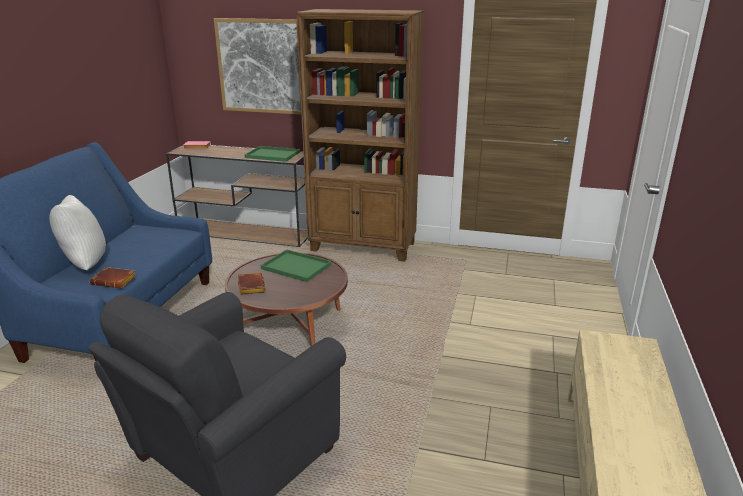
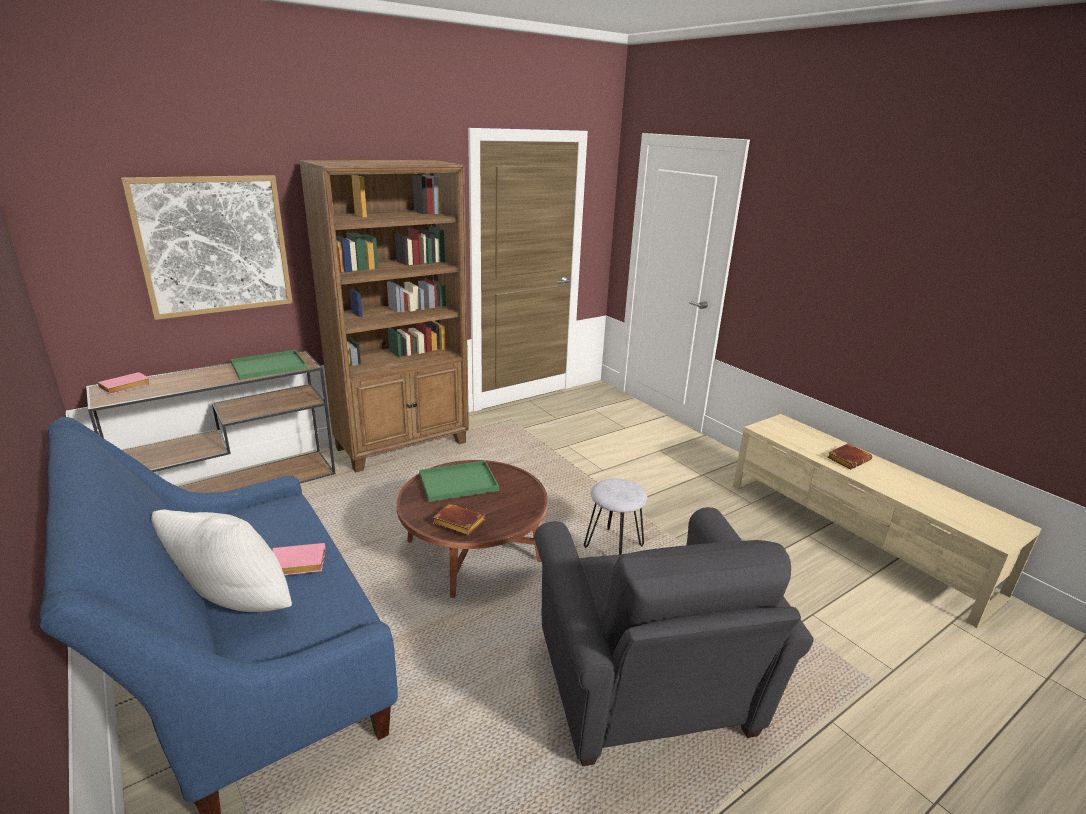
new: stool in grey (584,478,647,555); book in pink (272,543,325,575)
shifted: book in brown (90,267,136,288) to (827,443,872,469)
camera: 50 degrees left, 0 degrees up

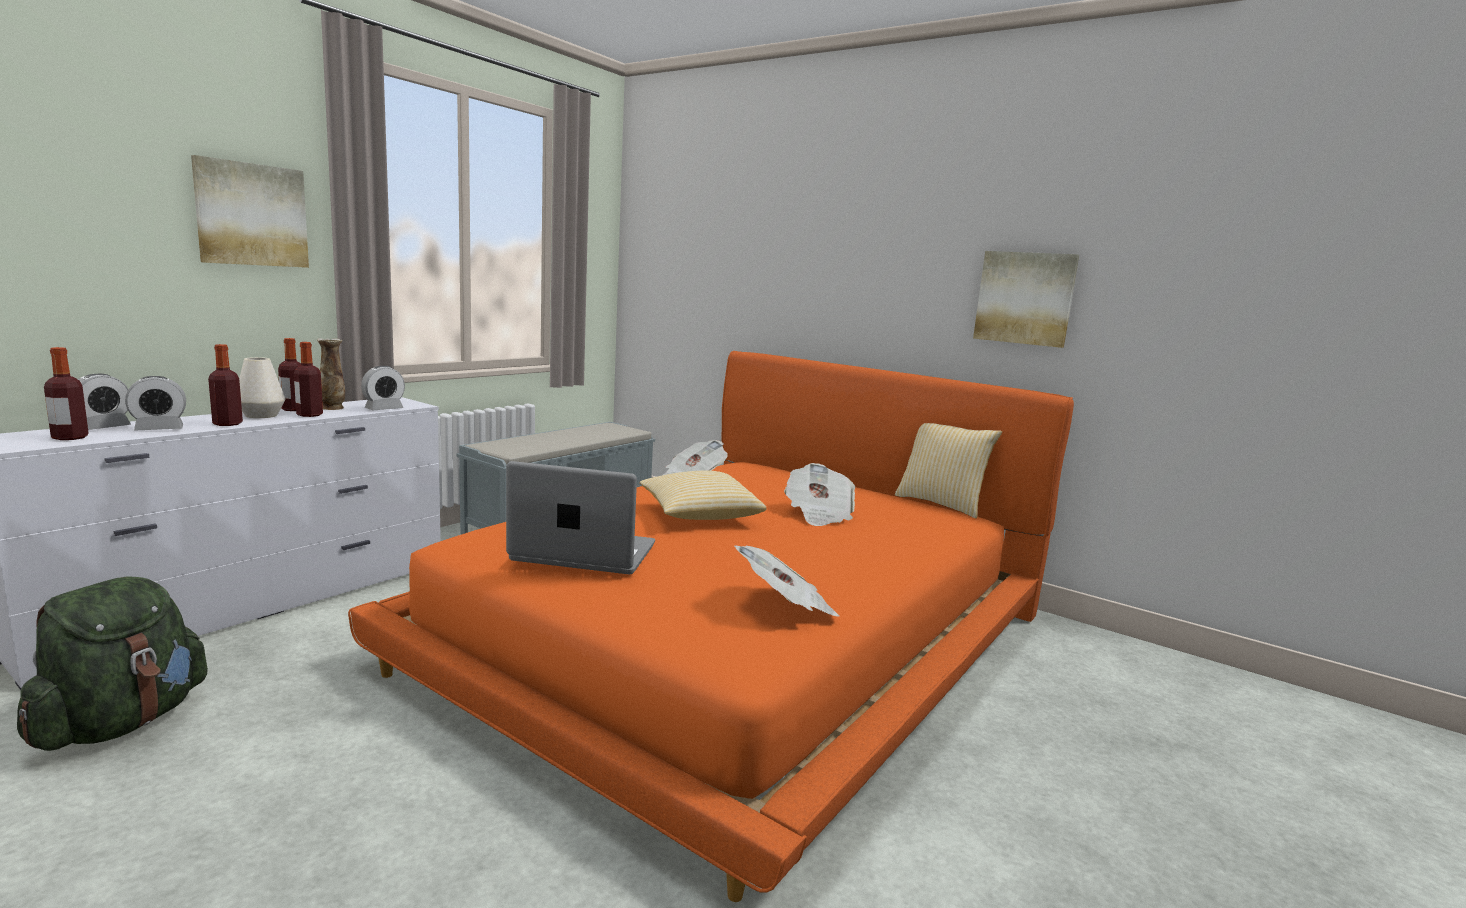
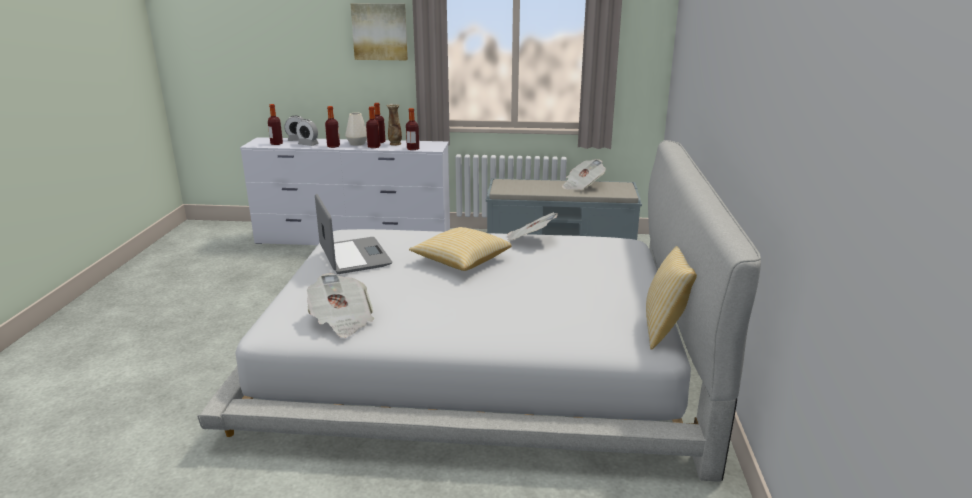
gone: picture (973,251,1079,348); backpack in green (17,576,208,751)
shifted: newspaper (784,463,855,526) to (562,159,606,190)
swapped: alarm clock (361,366,405,410) to bottle (406,108,419,150)
repainted: bed in orange (348,351,1074,902) to bed in white (197,140,761,481)
camera: 60 degrees right, 10 degrees up

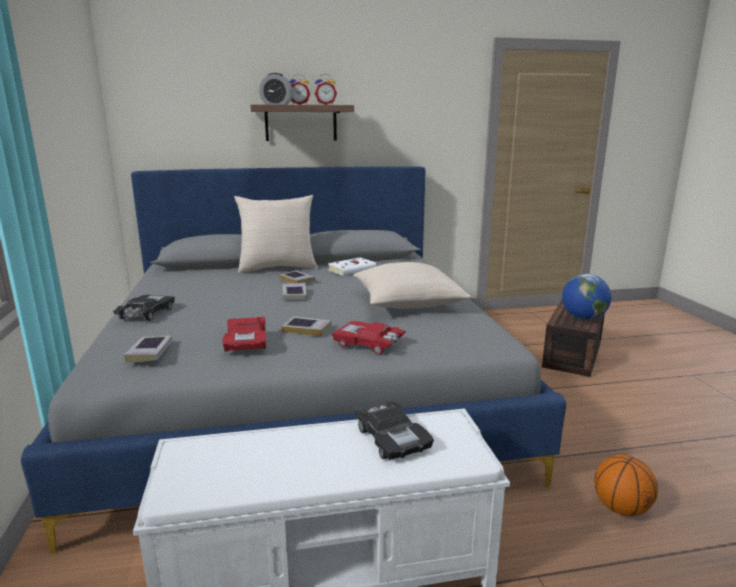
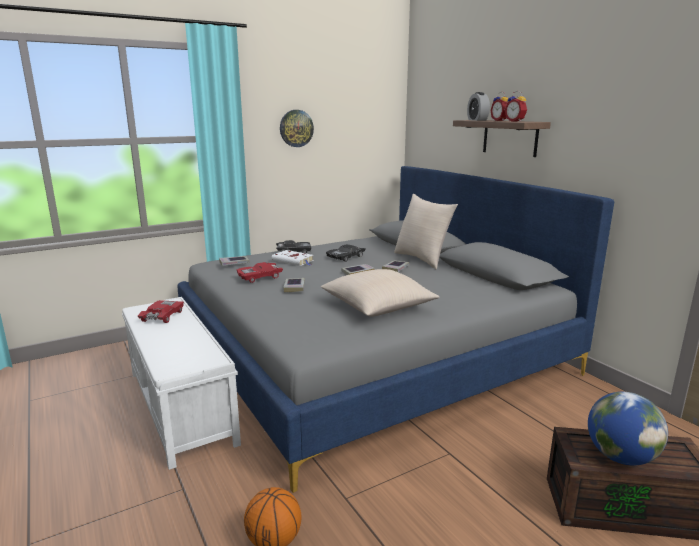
new: wall clock (280,110,314,147)
shifted: book in white (328,257,376,276) to (272,250,314,266); toy car in red (332,321,406,355) to (138,300,184,323); toy car in black (355,401,434,460) to (326,244,365,262)
camera: 70 degrees right, 0 degrees up

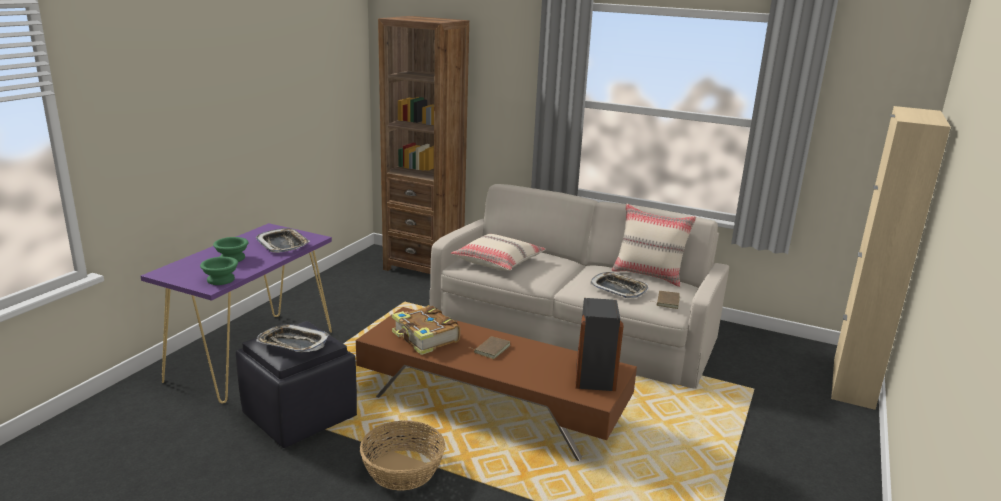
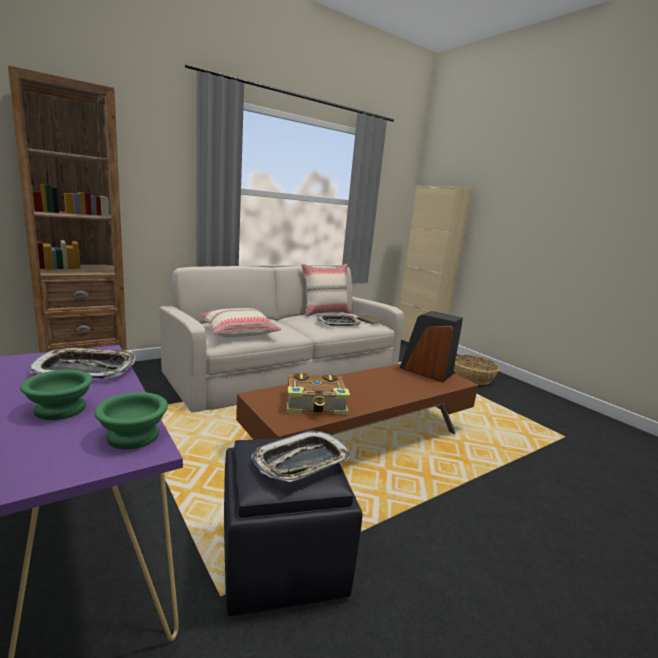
gone: book in brown (469,336,511,359)
shifted: basket (360,420,445,491) to (454,355,500,385)
camera: 60 degrees left, 5 degrees down

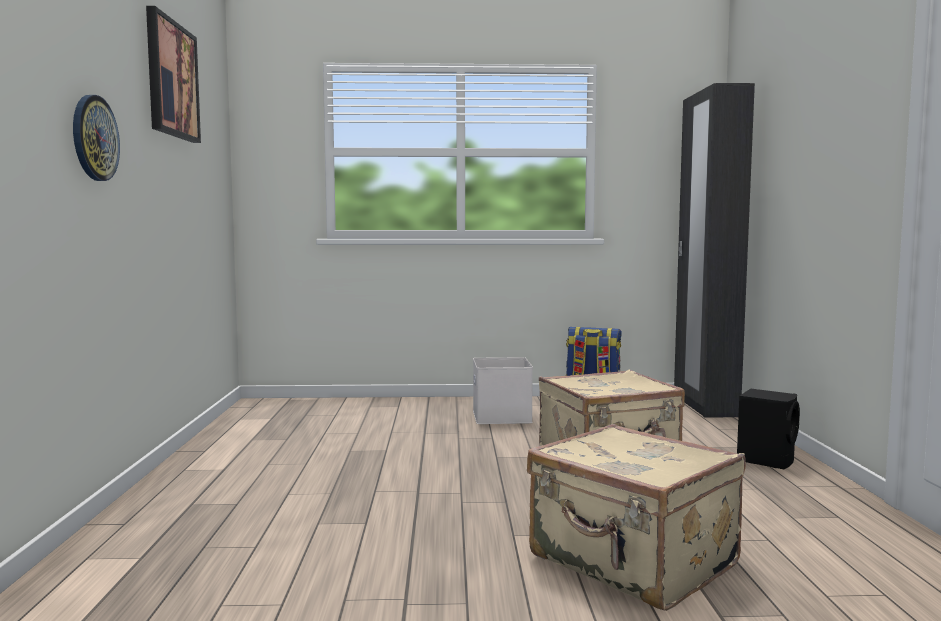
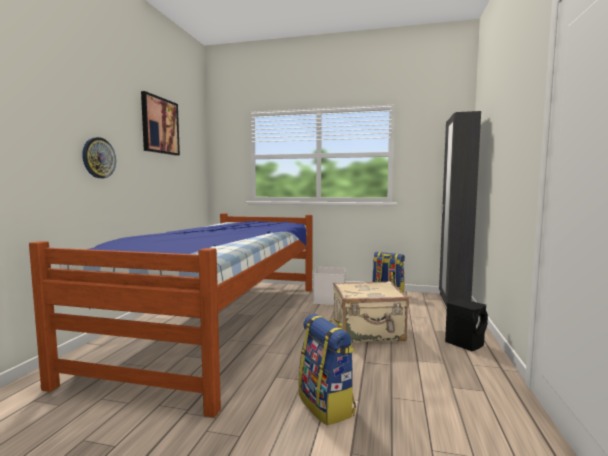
new: bed (29,213,313,418)
swapped: suitcase in beige (527,424,746,611) to backpack (299,314,356,426)
camera: 15 degrees right, 0 degrees up

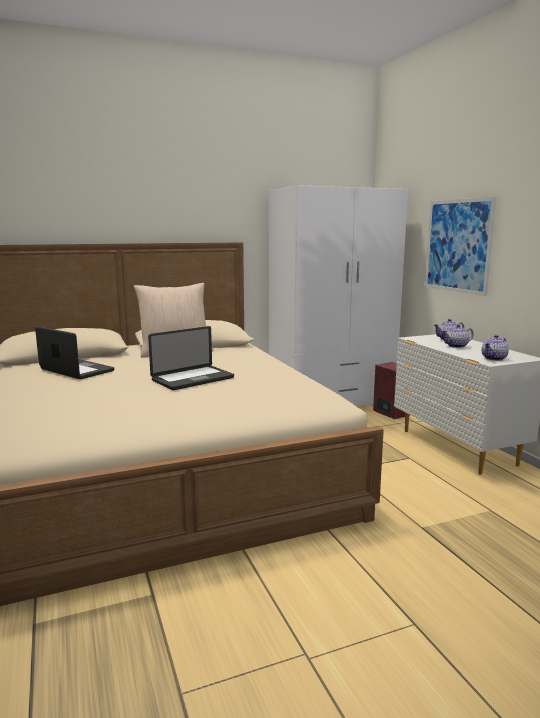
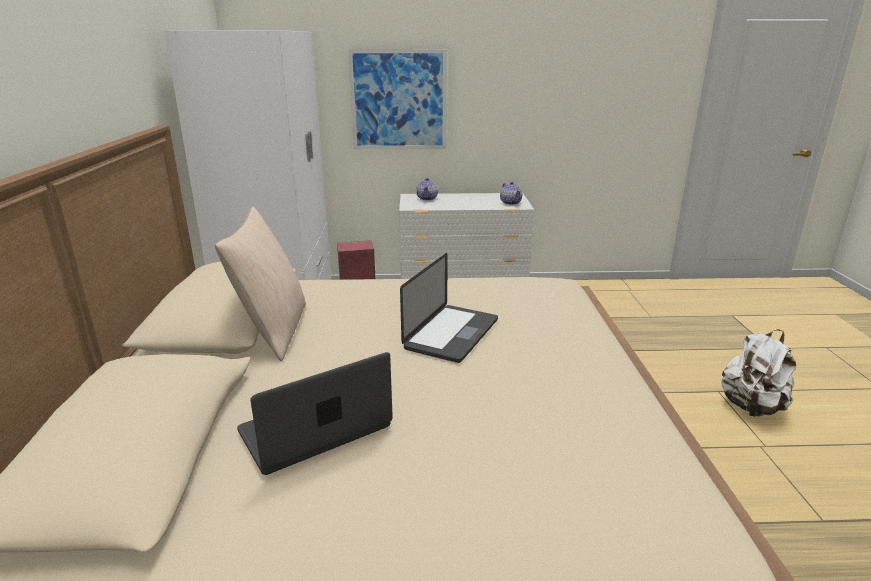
gone: teapot (442,324,474,348)
new: backpack in white (721,330,796,417)
rotated: laptop (148,326,234,390) = (400,253,498,363) 45 degrees clockwise
camera: 70 degrees left, 10 degrees up

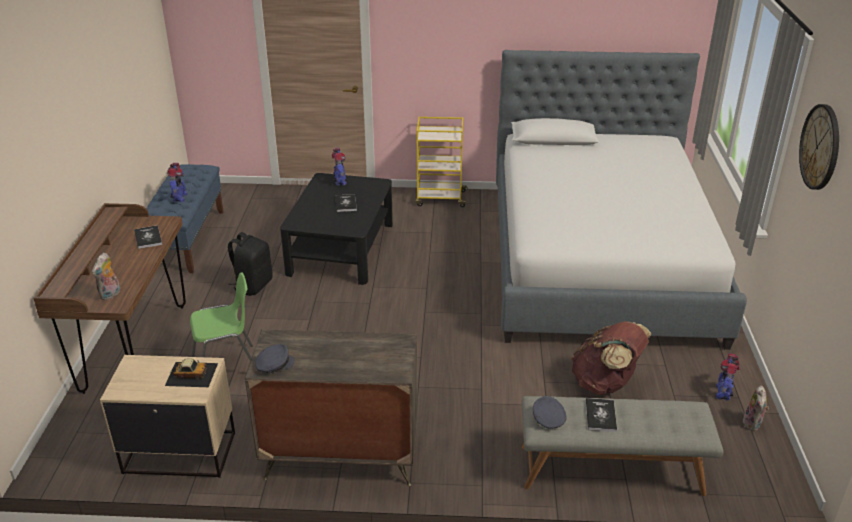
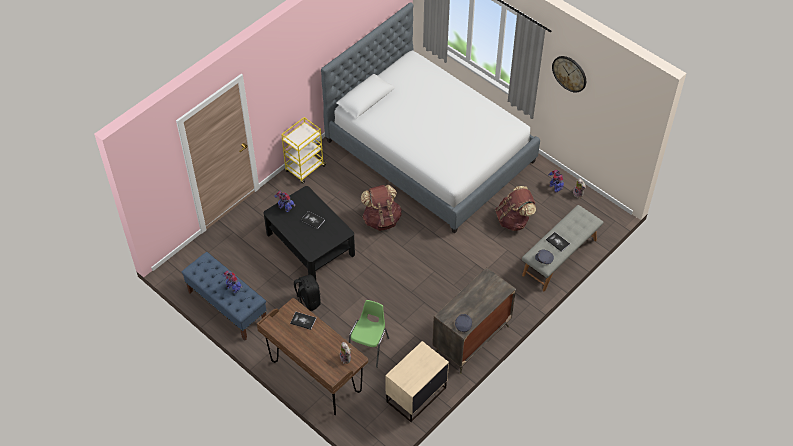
gone: toy car (165,358,218,387)
new: backpack in brown (361,185,402,231)
camera: 50 degrees left, 20 degrees up

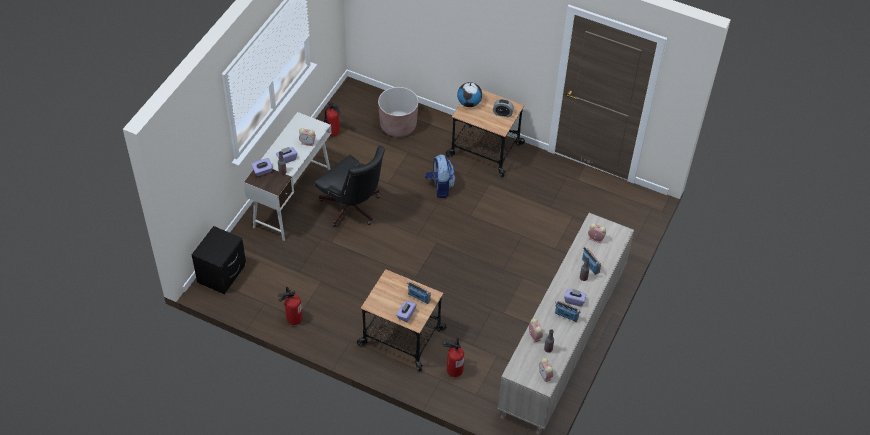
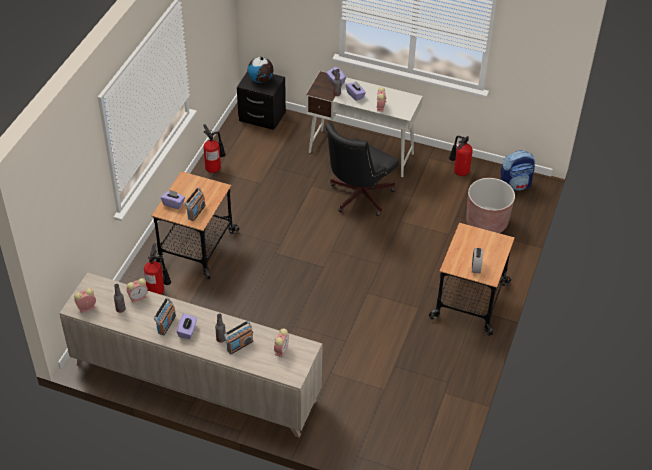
shifted: globe (457,82,482,107) to (248,57,274,83); backpack (425,154,455,198) to (500,150,535,191)
camera: 85 degrees right, 5 degrees down

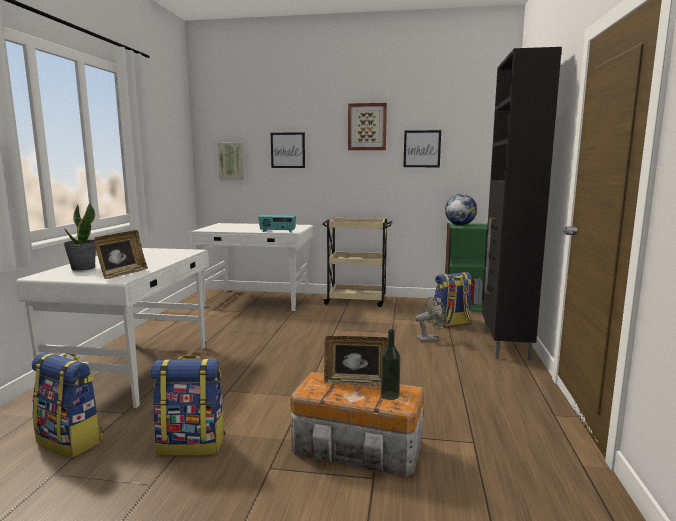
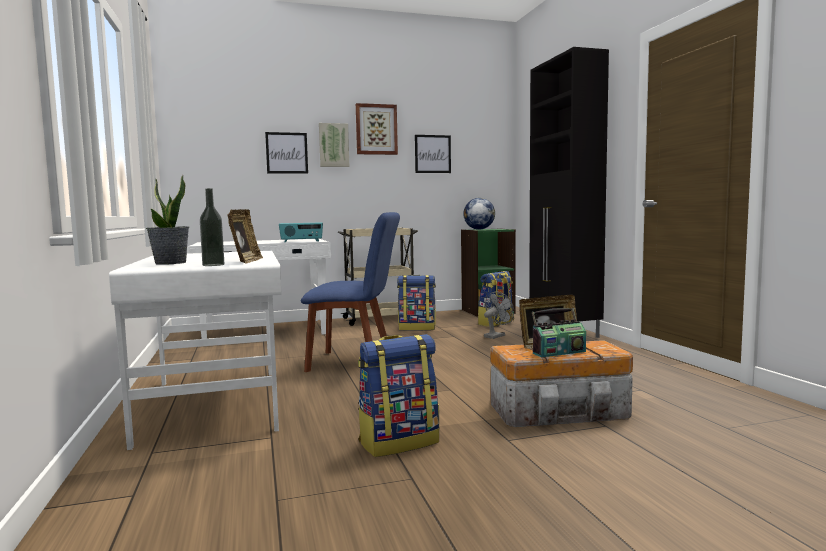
new: chair in blue (300,212,400,372); radio (532,308,586,357)
shifted: picture (218,143,244,180) to (319,123,349,167); bottle (381,329,401,400) to (200,188,224,266); backpack (32,352,103,458) to (397,275,436,331)
camera: 25 degrees left, 5 degrees down

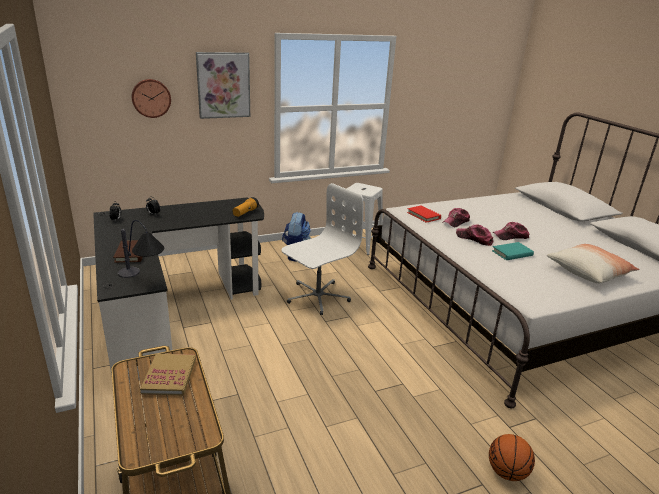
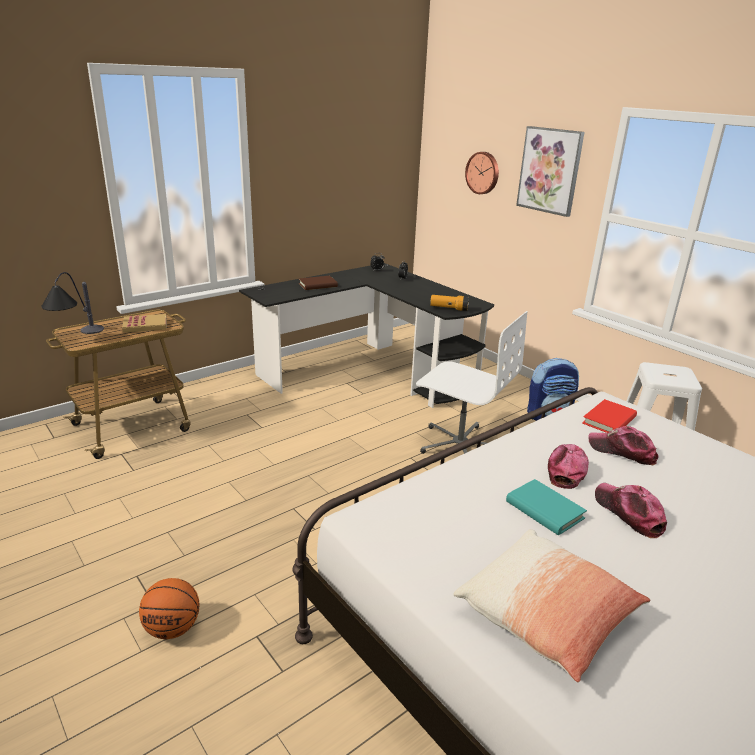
shifted: table lamp (118,220,164,278) to (41,272,104,334)
camera: 75 degrees right, 0 degrees up

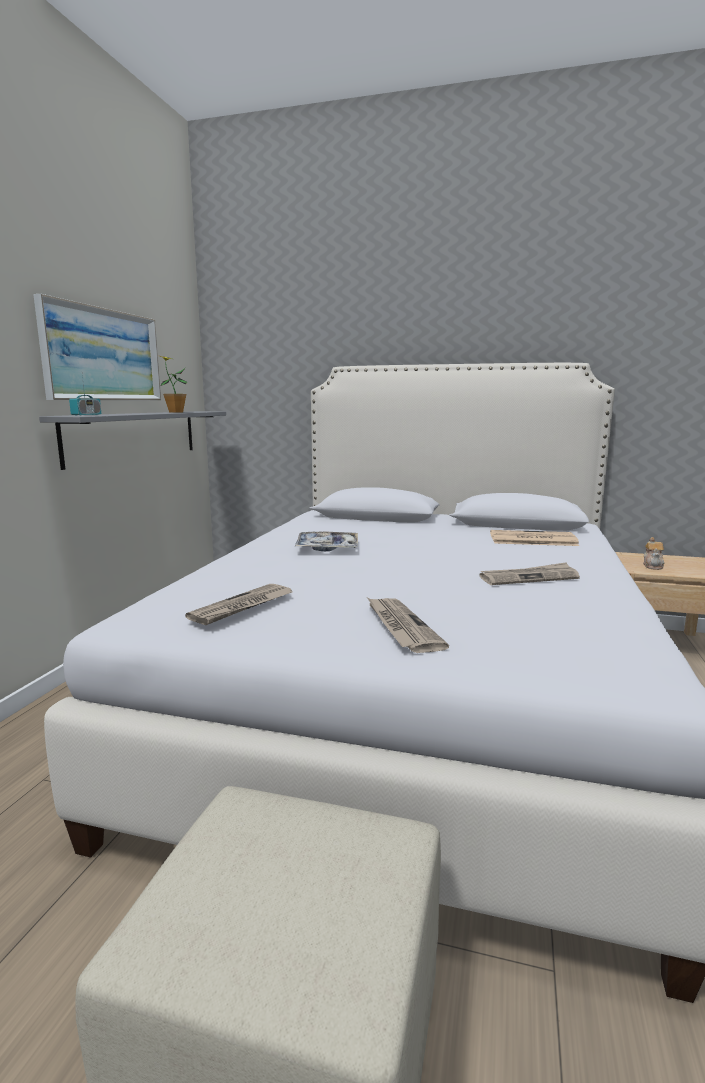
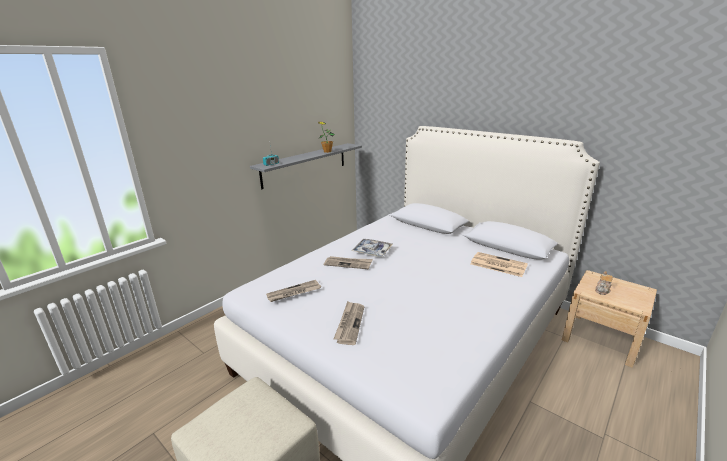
gone: picture (33,294,161,400)
shifted: newspaper (479,562,580,585) to (324,256,373,269)
camera: 25 degrees right, 10 degrees up

